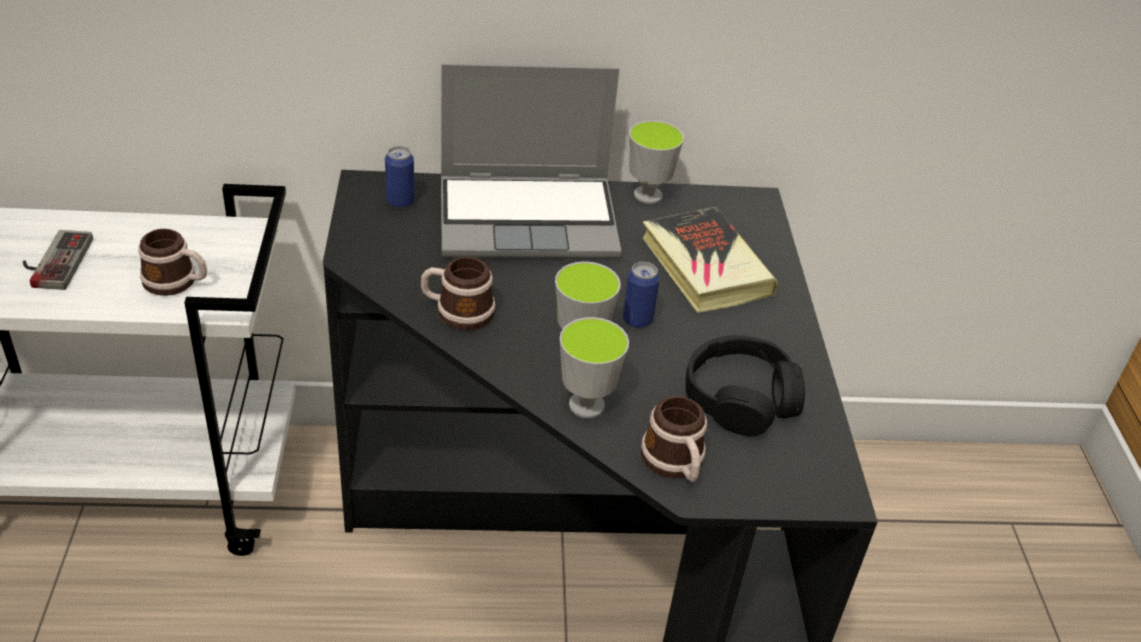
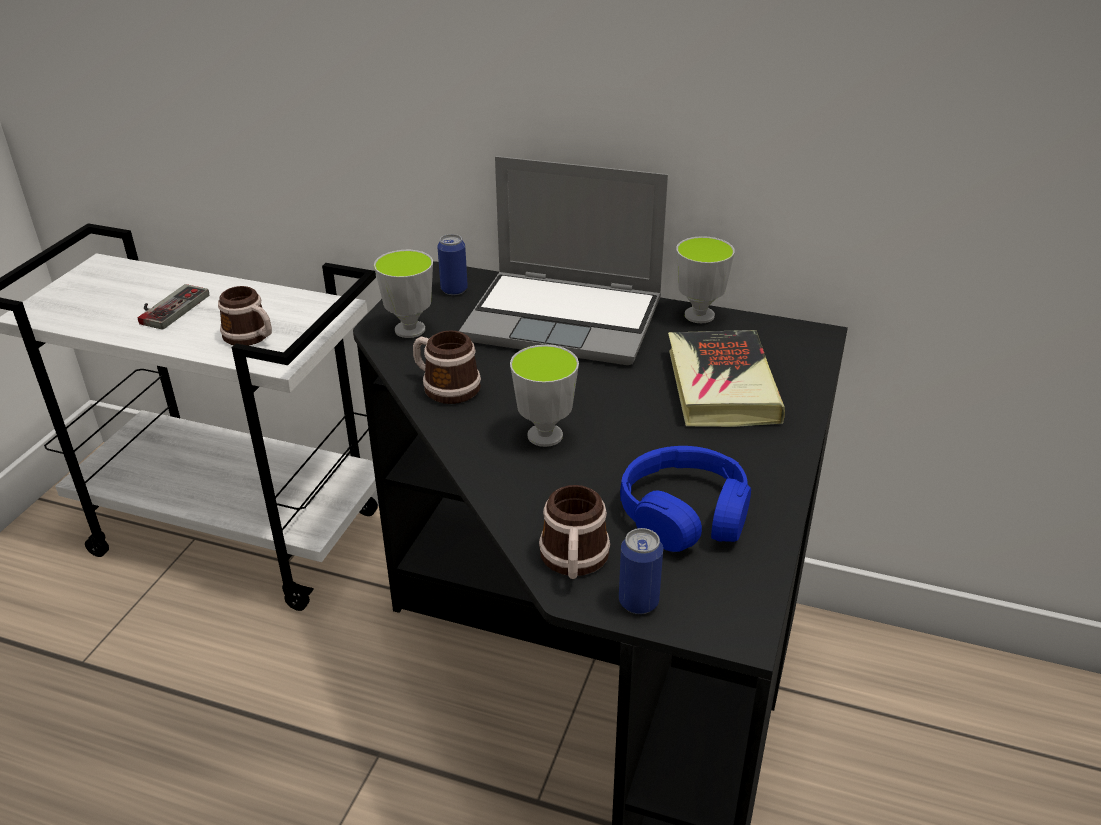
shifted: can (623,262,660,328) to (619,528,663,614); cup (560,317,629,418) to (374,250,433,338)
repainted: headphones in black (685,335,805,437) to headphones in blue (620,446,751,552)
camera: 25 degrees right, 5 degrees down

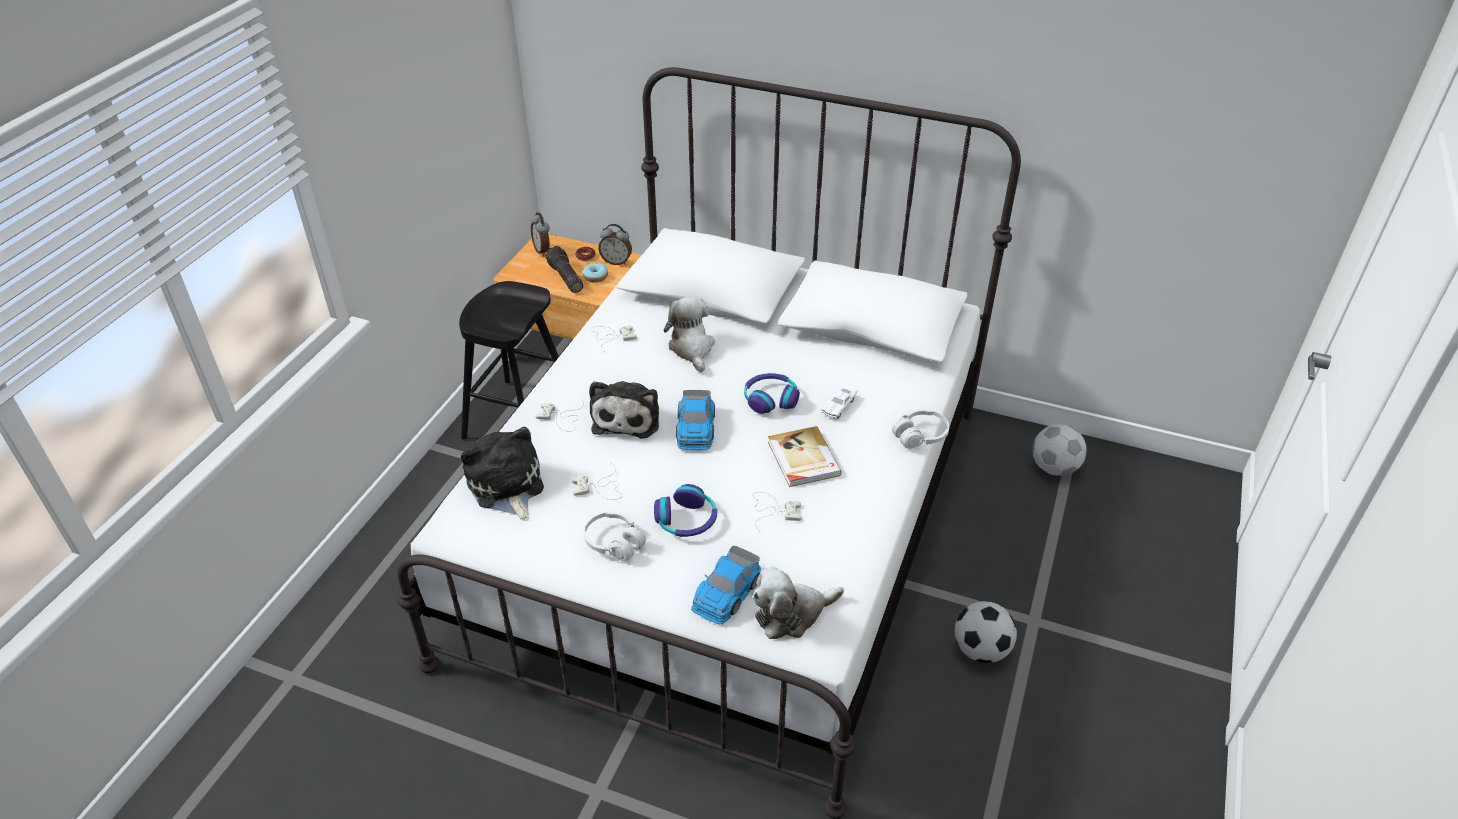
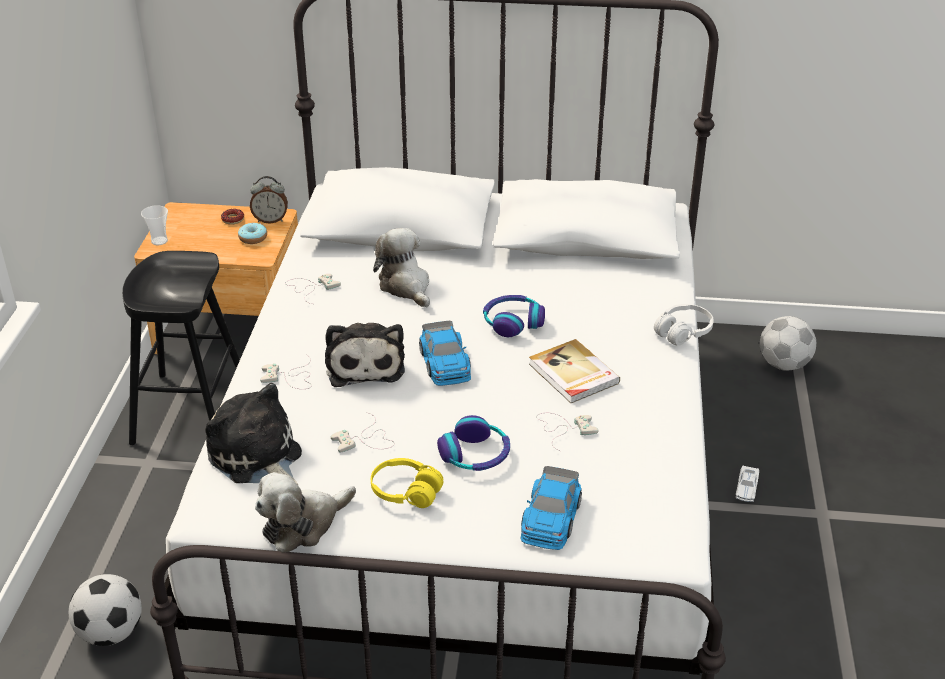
gone: alarm clock (530,212,550,256); flashlight (545,246,583,293)
new: cup (141,205,168,245)
shifted: toy car in white (822,385,858,419) to (735,465,759,502); plush toy (752,567,844,639) to (255,472,356,552); football (955,601,1017,663) to (69,574,142,646)
repainted: headphones in white (584,512,646,561) to headphones in yellow (371,458,443,508)
camera: 15 degrees left, 5 degrees down

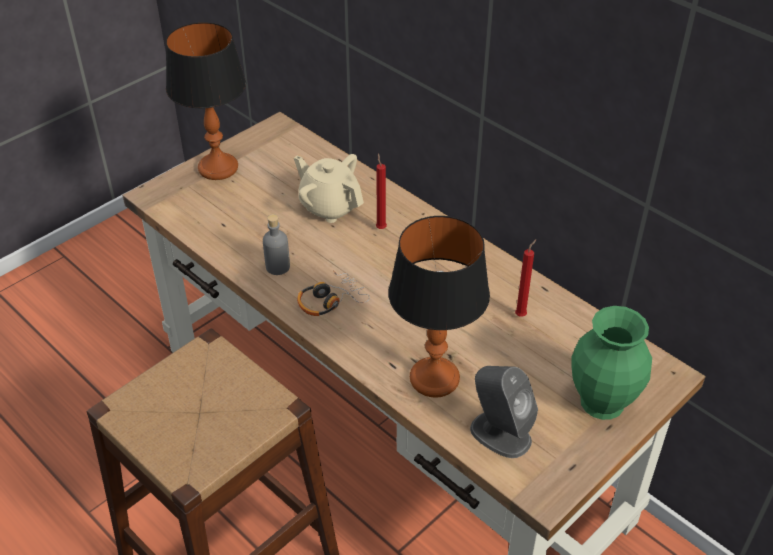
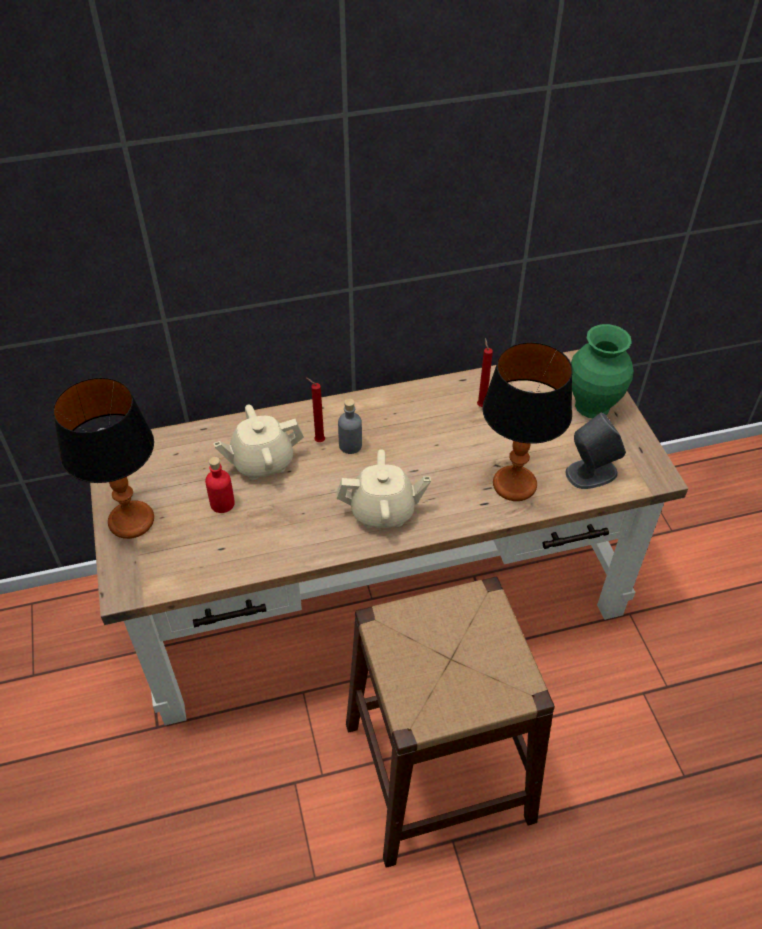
new: bottle in red (205,457,235,513)
shifted: bottle in grey (263,214,290,275) to (338,399,362,454)
swapped: headphones (297,270,370,316) to teapot in beige (337,449,431,528)
camera: 60 degrees left, 5 degrees up

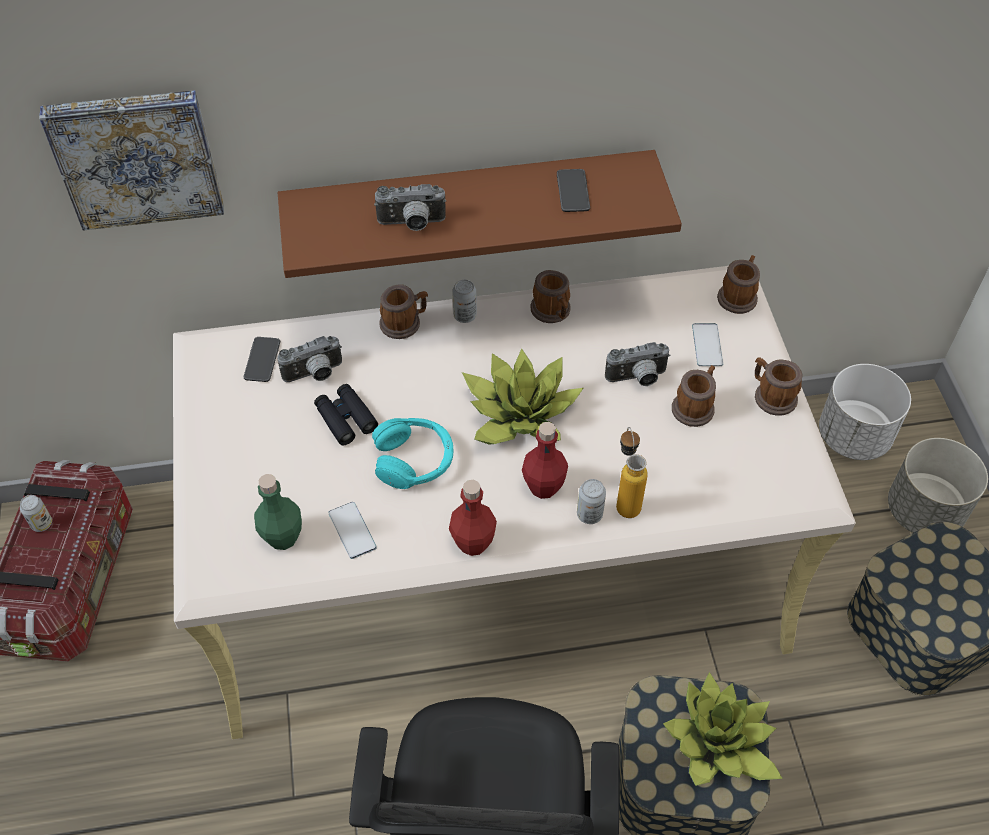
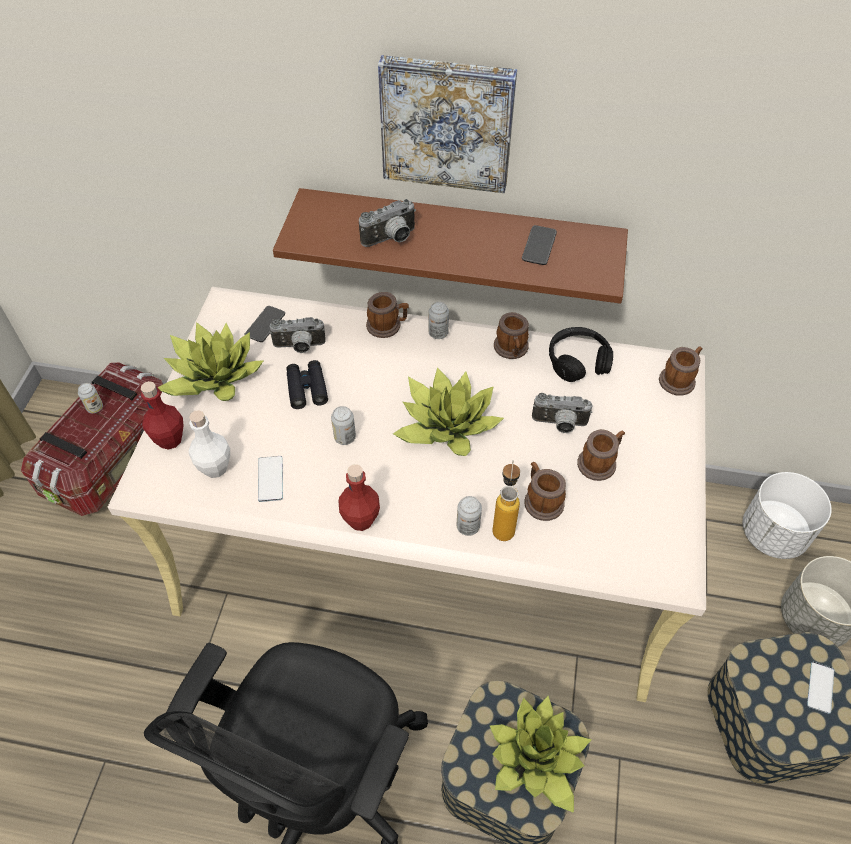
new: potted plant (158,322,264,401); headphones in black (549,327,613,382)
shifted: picture (39,90,224,231) to (378,55,517,193); phone (692,323,723,366) to (807,662,834,714); mug (755,358,803,416) to (524,462,566,521); bottle in red (522,422,568,499) to (141,381,184,450)
swapped: headphones in turquoise (372,418,453,489) to can (331,406,356,445)
repainted: bottle in green (254,474,302,550) to bottle in white (189,410,230,478)
rotated: photo camera (374,184,446,231) = (359,199,416,247) 45 degrees counterclockwise
camera: 20 degrees right, 0 degrees up

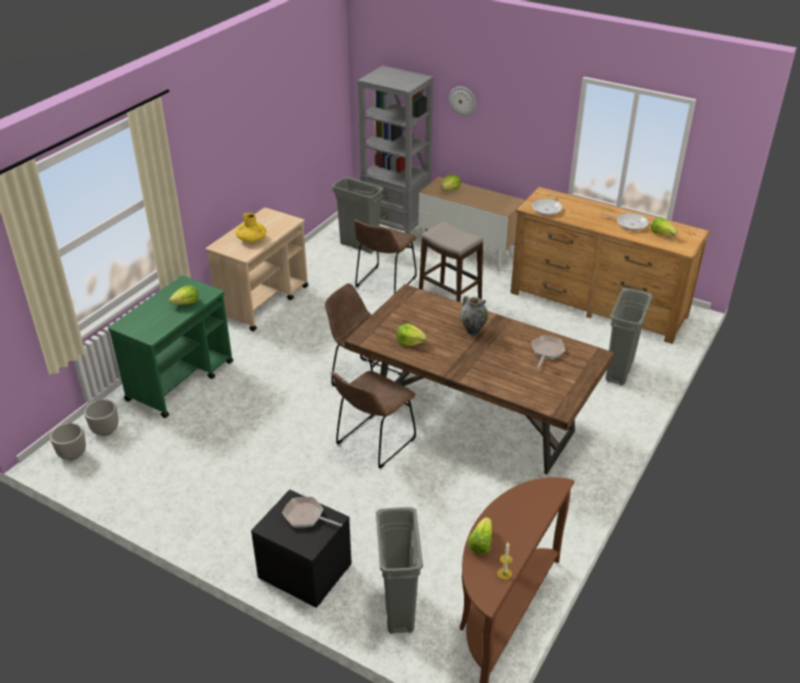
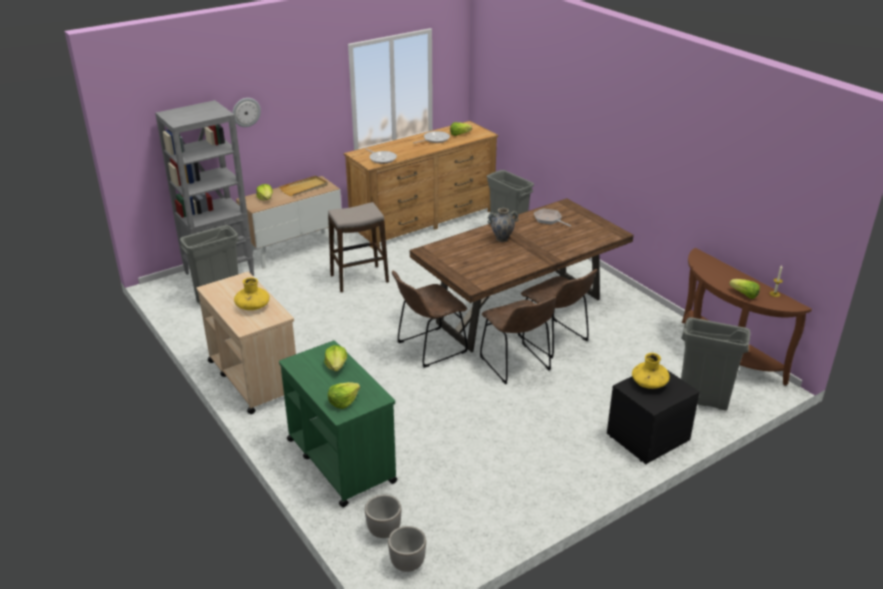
new: tray in beige (279,176,328,196)
shifted: chair in brown (354,220,417,294) to (518,269,597,358); lettuce (396,323,427,346) to (328,382,360,409)
swapped: frying pan (282,497,342,528) to vase in yellow (632,353,670,389)
camera: 65 degrees left, 5 degrees down

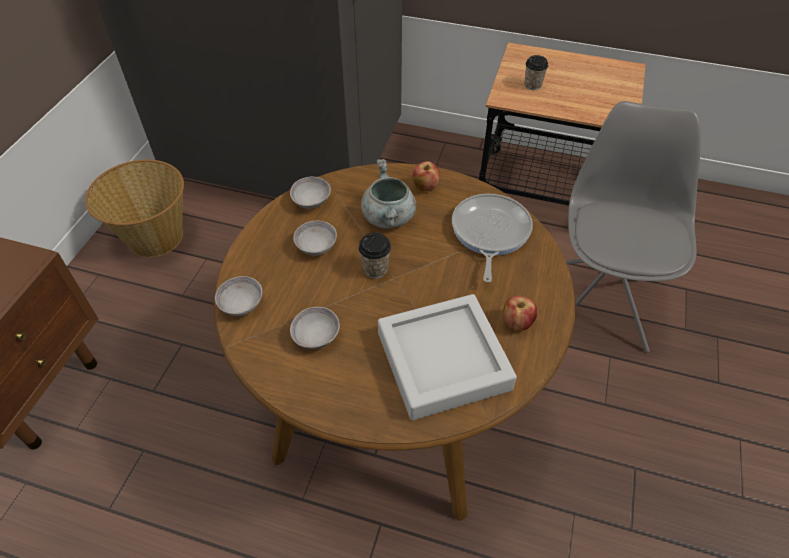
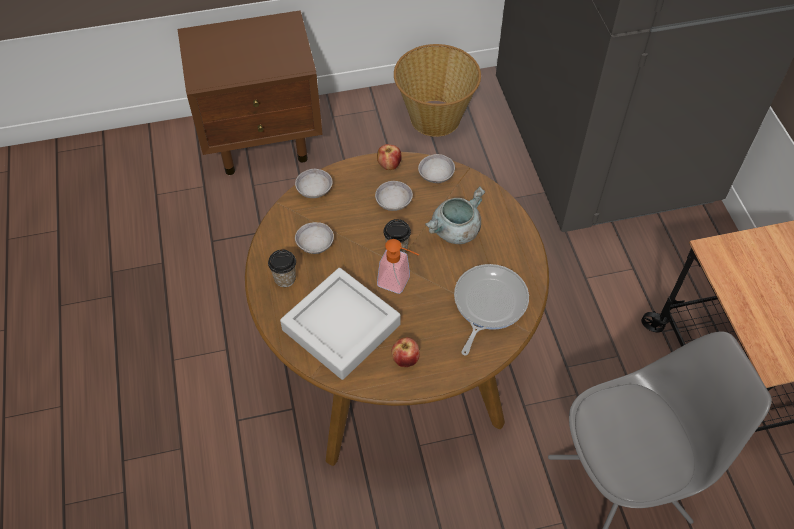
new: soap dispenser (377,239,419,294)
shifted: cup (525,55,548,90) to (268,249,296,287); apple (412,161,440,192) to (377,144,402,170)
rotated: frying pan (452,194,533,283) = (454,264,529,355) 45 degrees counterclockwise
camera: 60 degrees right, 5 degrees up

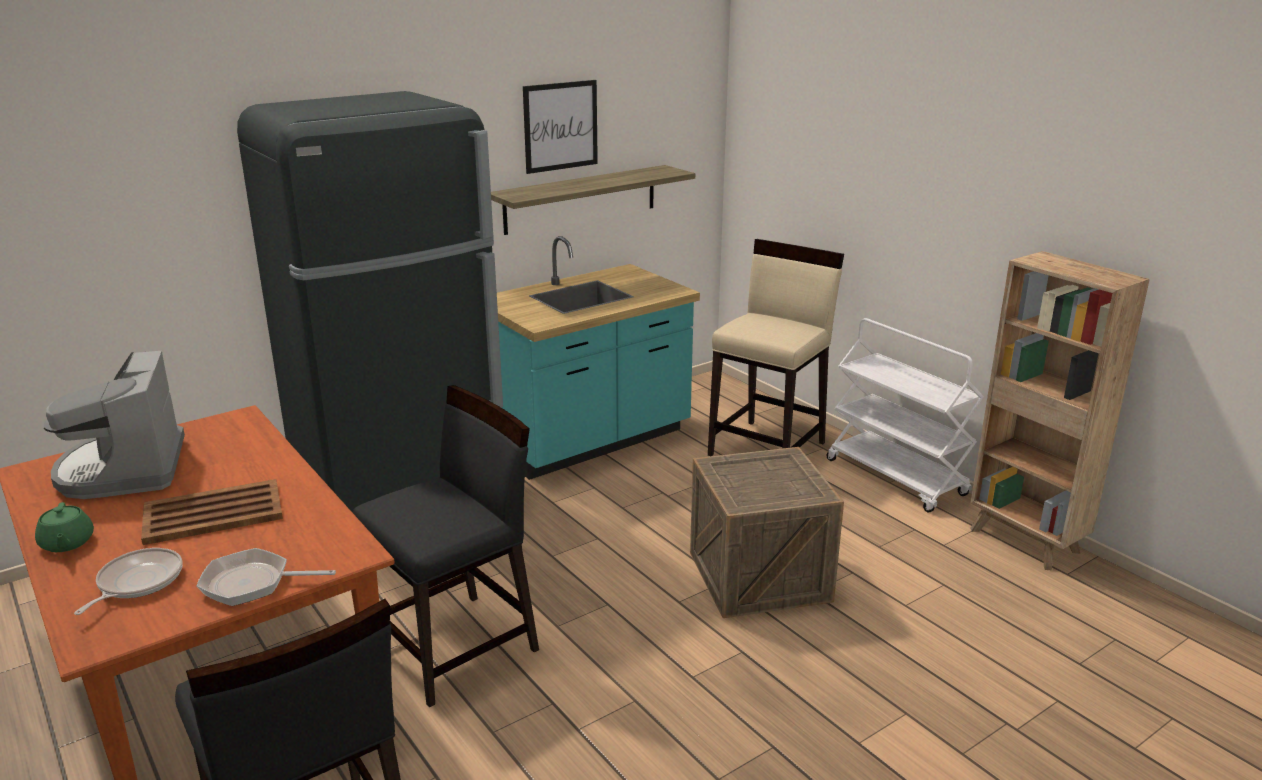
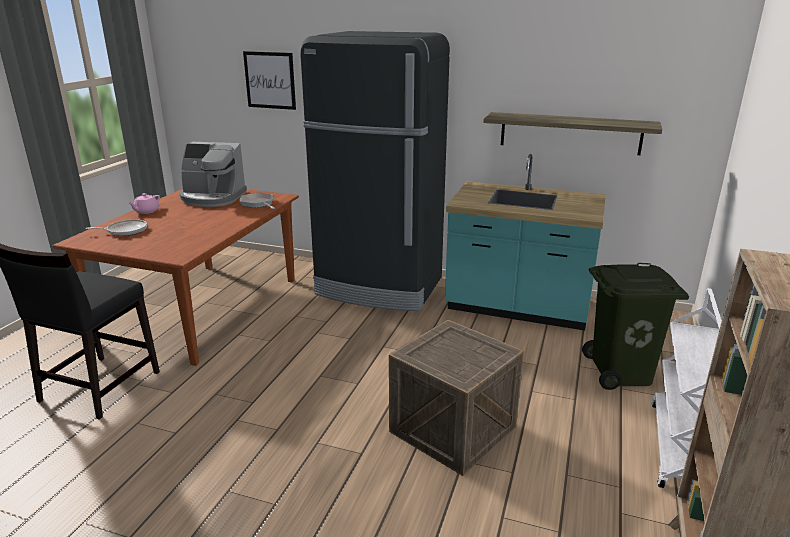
gone: chair in black (353,385,539,707); tray in brown (141,479,283,545)
shifted: picture (523,80,598,174) to (243,51,296,110); frying pan (196,548,336,606) to (240,192,275,209)
swapped: stool in beige (708,239,844,456) to trash can in green (582,263,689,390)
repainted: teapot in green (35,502,94,552) to teapot in pink (129,193,160,214)
rotated: coffee machine (44,351,185,499) = (180,142,247,207) 120 degrees counterclockwise
camera: 55 degrees right, 0 degrees up

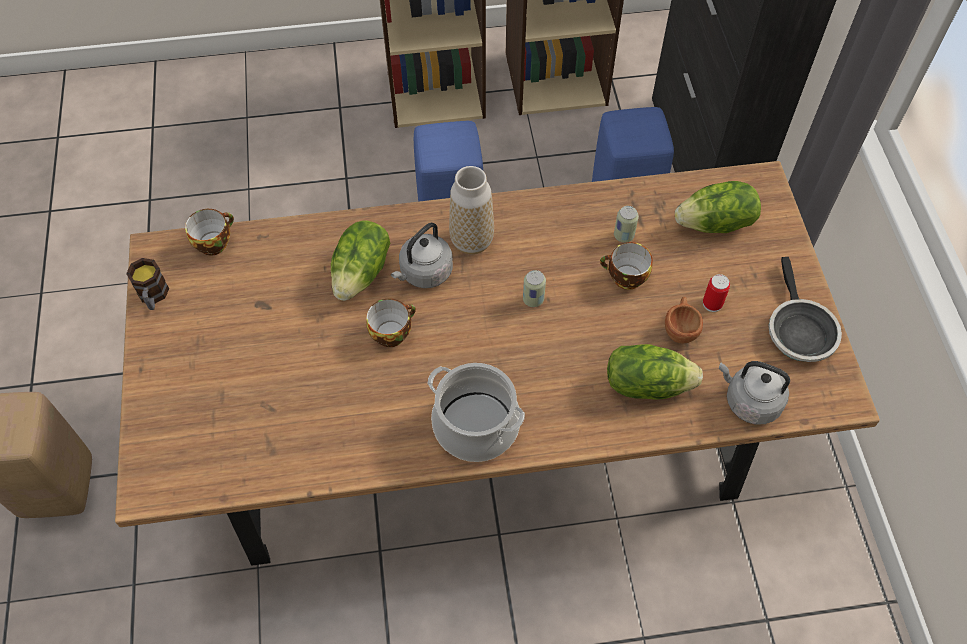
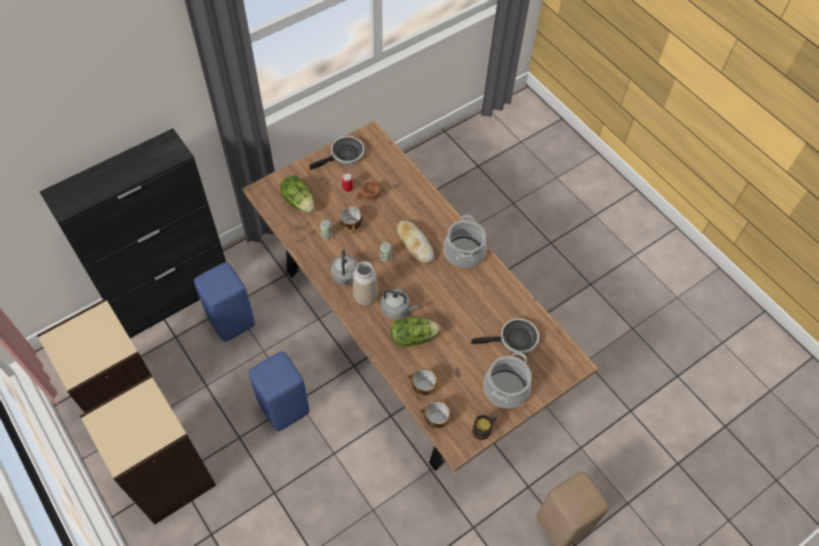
gone: lettuce (607,344,703,400)
new: bread (396,220,434,263); frying pan (471,318,539,354); cooking pot (483,352,532,408)
shifted: cup (366,299,416,347) to (408,369,437,395); kettle in grey (719,361,790,424) to (331,250,358,286)
camera: 120 degrees left, 0 degrees up

